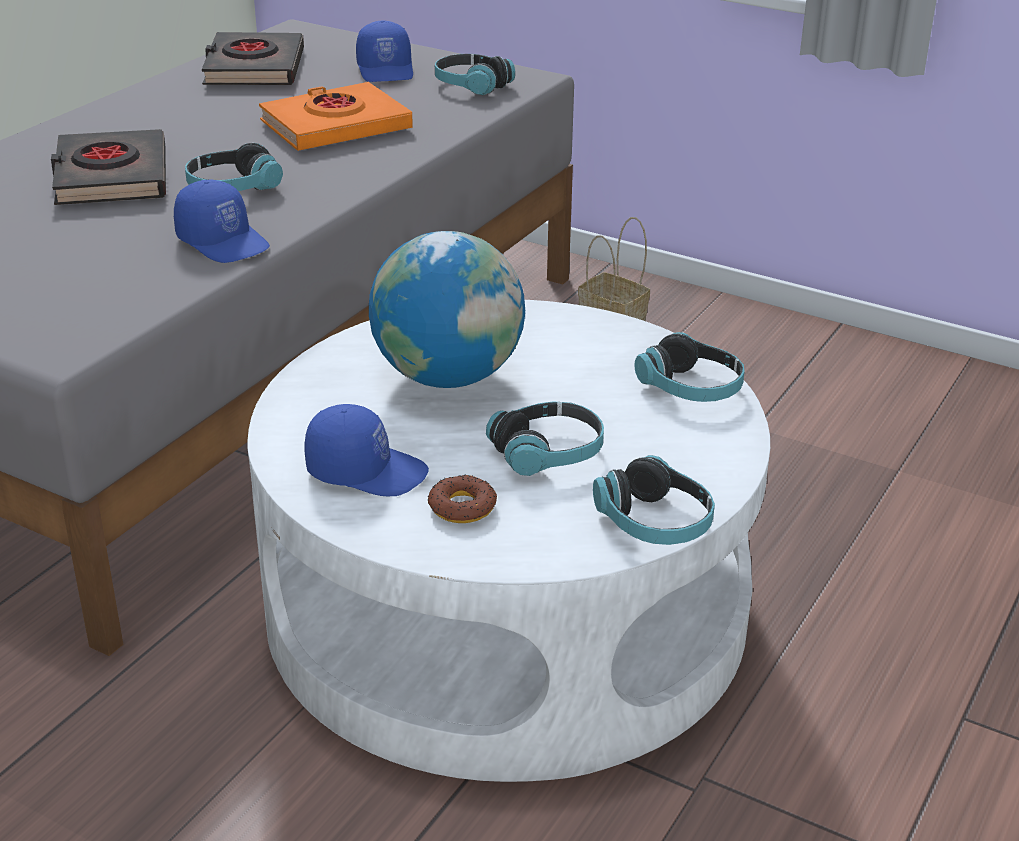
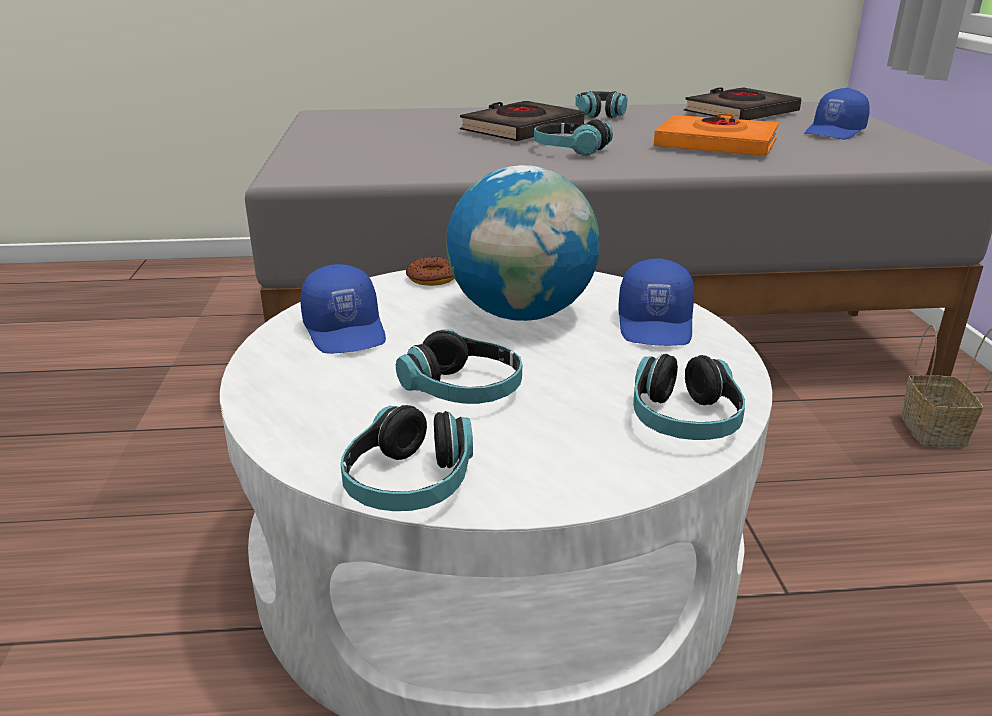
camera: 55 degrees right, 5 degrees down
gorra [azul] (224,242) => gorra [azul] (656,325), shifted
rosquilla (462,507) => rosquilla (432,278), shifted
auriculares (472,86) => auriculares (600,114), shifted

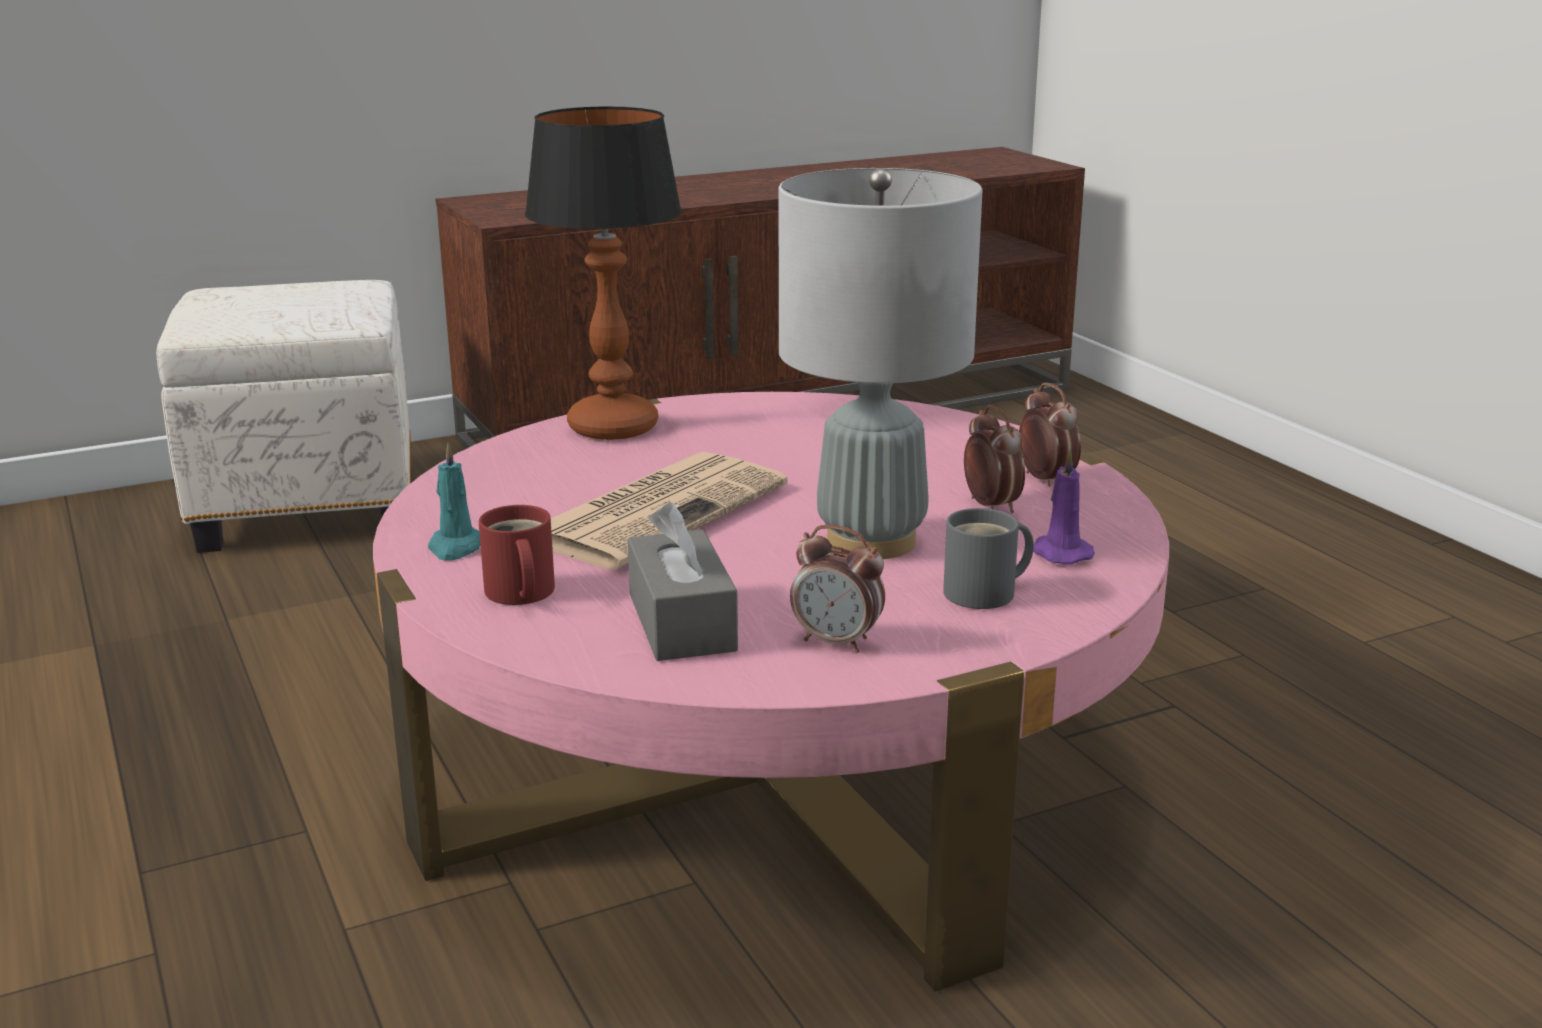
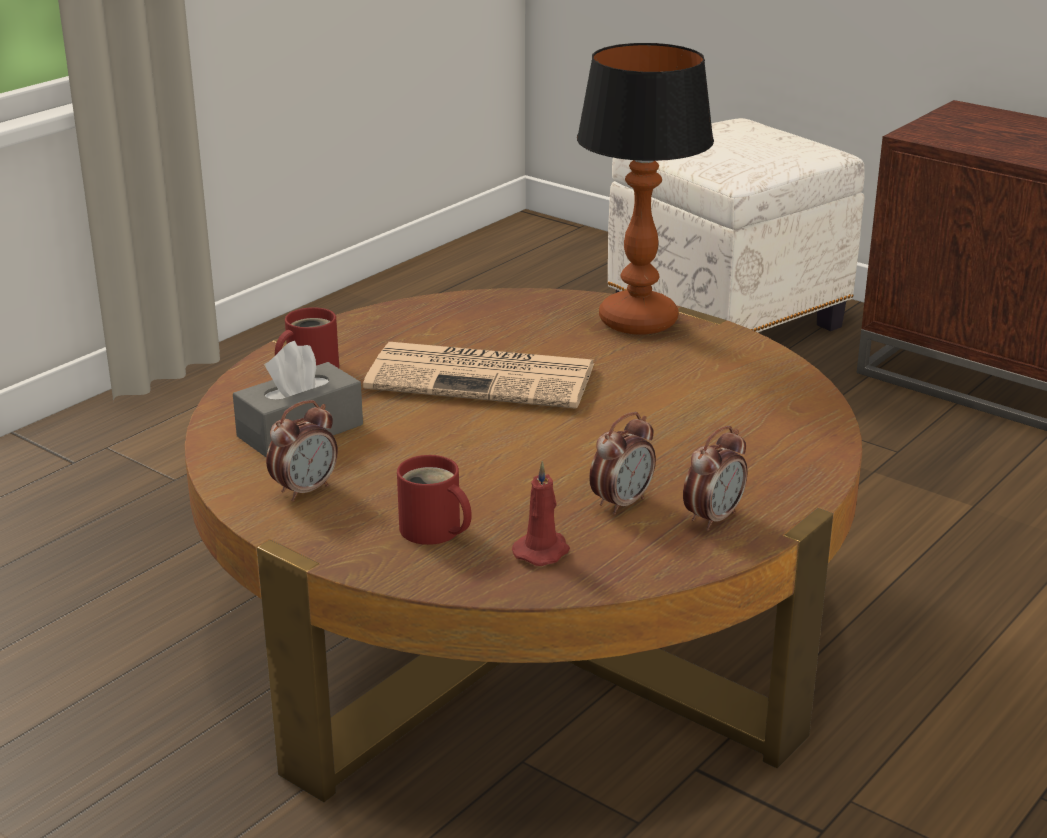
camera: 65 degrees right, 5 degrees up
mesa de centro [rosa] (771,766) => mesa de centro [marrón] (523,626)
vela [turquesa] (456,547) => nothing
lámpara de mesa [gris] (870,541) => nothing
despertador (837,642) => despertador (305,490), 135 degrees counterclockwise
taza grande [gris] (986,593) => taza grande [rojo] (433,532)
vela [morado] (1059,553) => vela [rojo] (543,551)

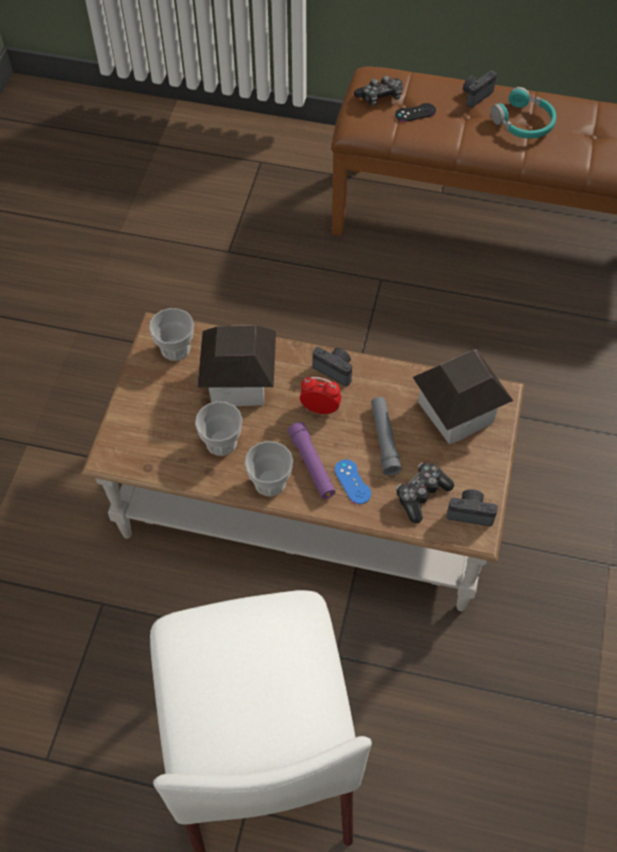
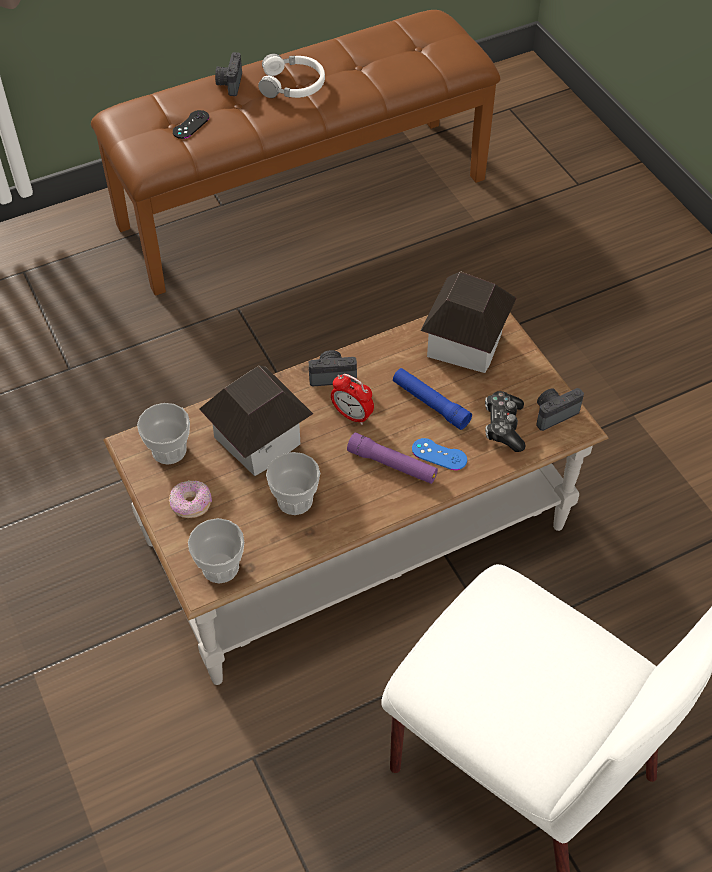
camera: 40 degrees left, 5 degrees down
taza (270,482) => taza (220,567), shifted
despertador (320,409) => despertador (352,415), 120 degrees counterclockwise
mando de consola (380,97) => nothing
linterna [gris] (384,439) => linterna [azul] (430,403)
auriculares [turquesa] (523,123) => auriculares [blanco] (292,85)
nothing => rosquilla (191,505)

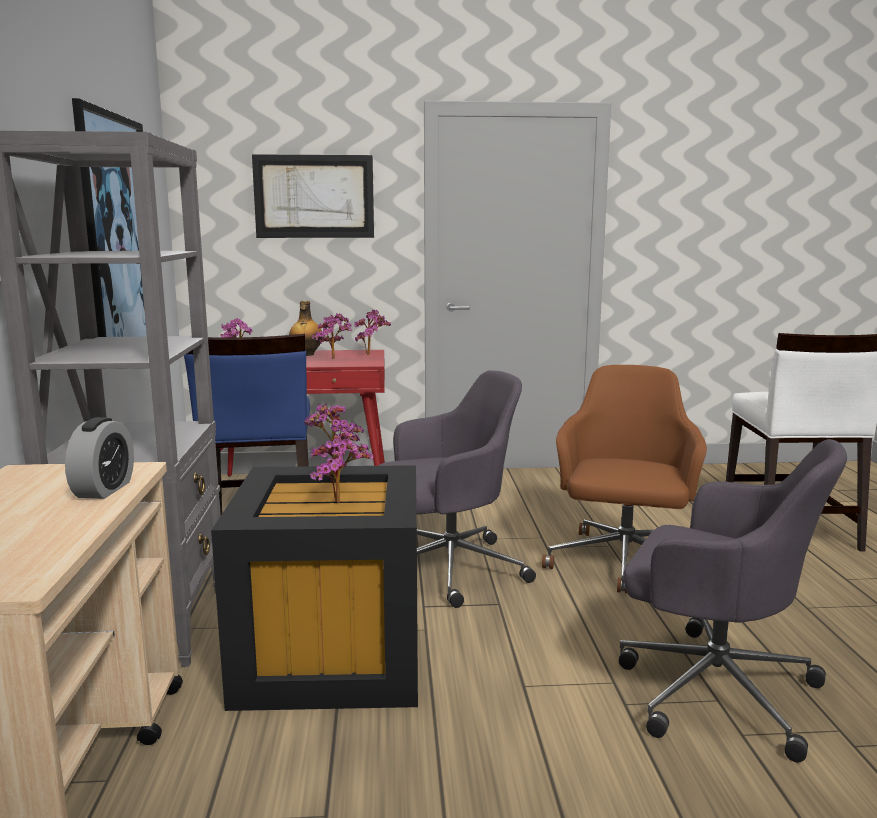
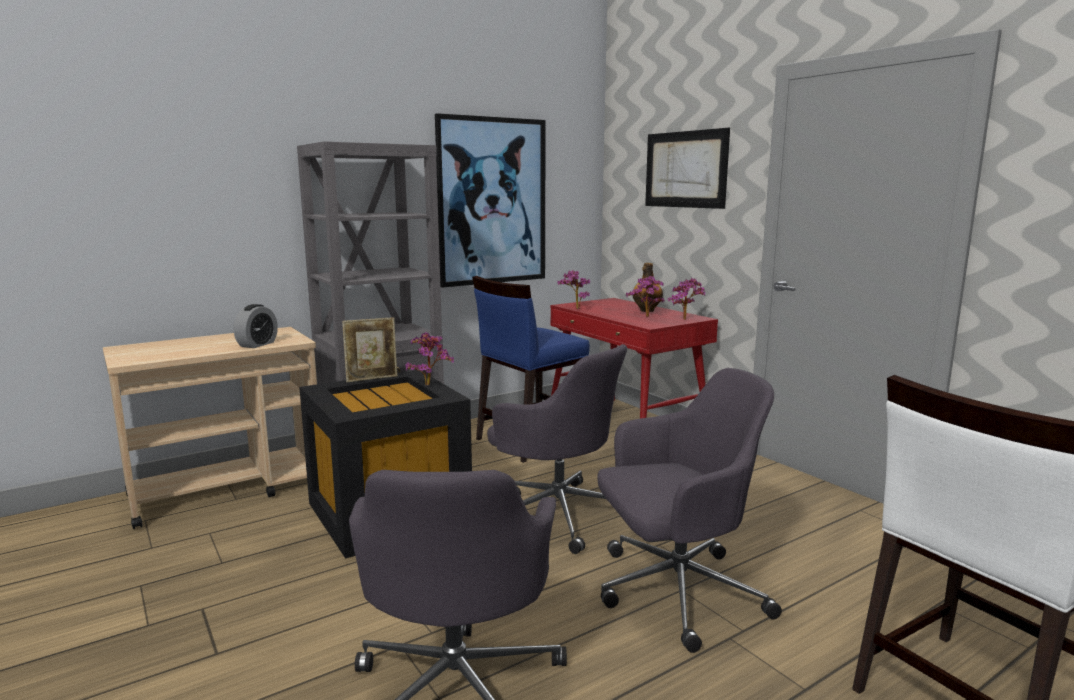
camera: 60 degrees right, 0 degrees up
despertador (104,489) => despertador (257,344), 45 degrees counterclockwise
planta en maceta (341,503) => nothing
silla de oficina [marrón] (622,564) => silla de oficina [gris] (675,592)
nothing => portarretratos (372,378)

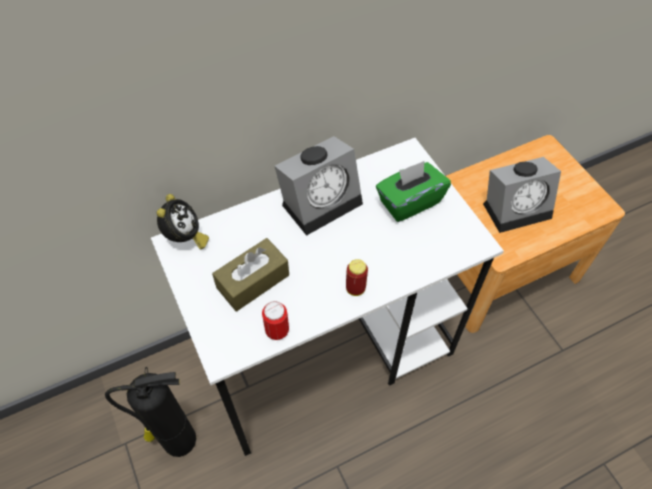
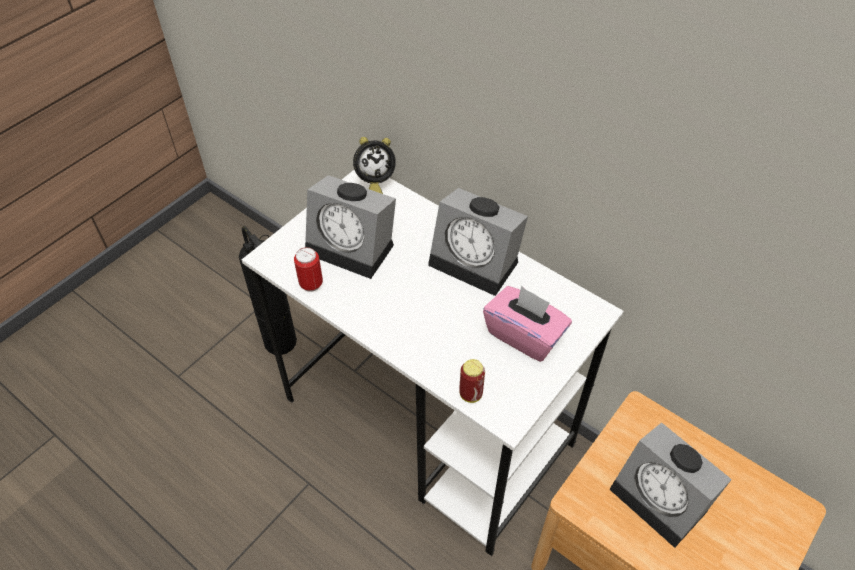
camera: 65 degrees right, 5 degrees down
caja de pañuelos [marrón] (253,281) => despertador (354,247)
lata (355,288) => lata (470,394), shifted
caja de pañuelos [verde] (409,202) => caja de pañuelos [rosa] (524,335)

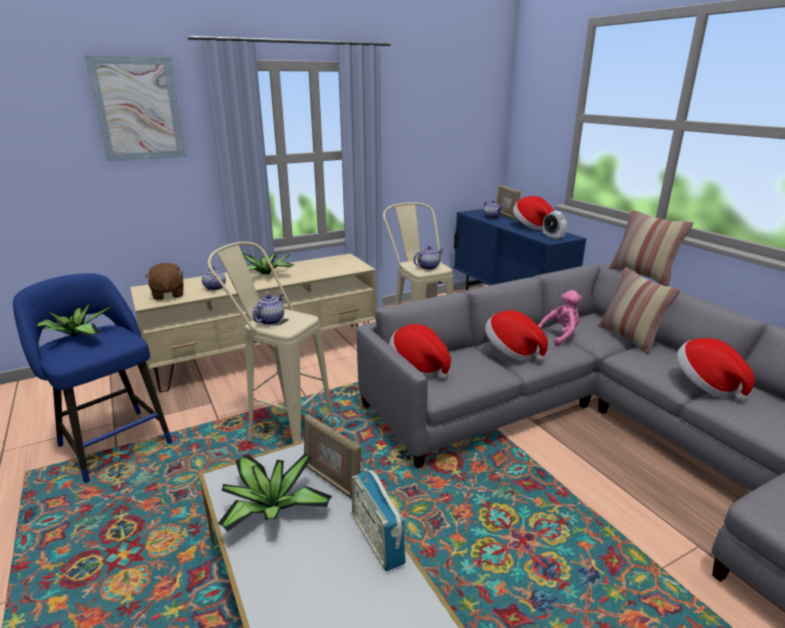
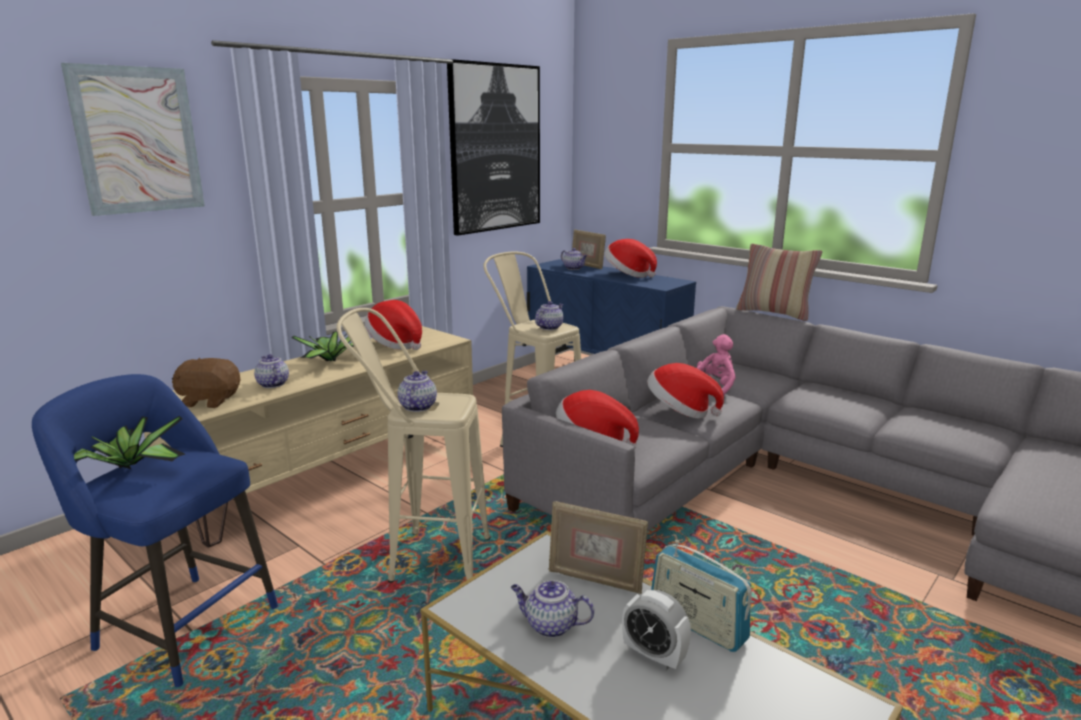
camera: 20 degrees left, 5 degrees down
peluche [marrón] (168,294) => peluche [marrón] (209,401), 135 degrees clockwise
planta en maceta (270,509) => tetera (550,625)
despertador (553,237) => despertador (654,656), shifted
cojín (629,338) => nothing
sombrero (706,384) => sombrero (396,344), shifted
nothing => cuadro (495,148)

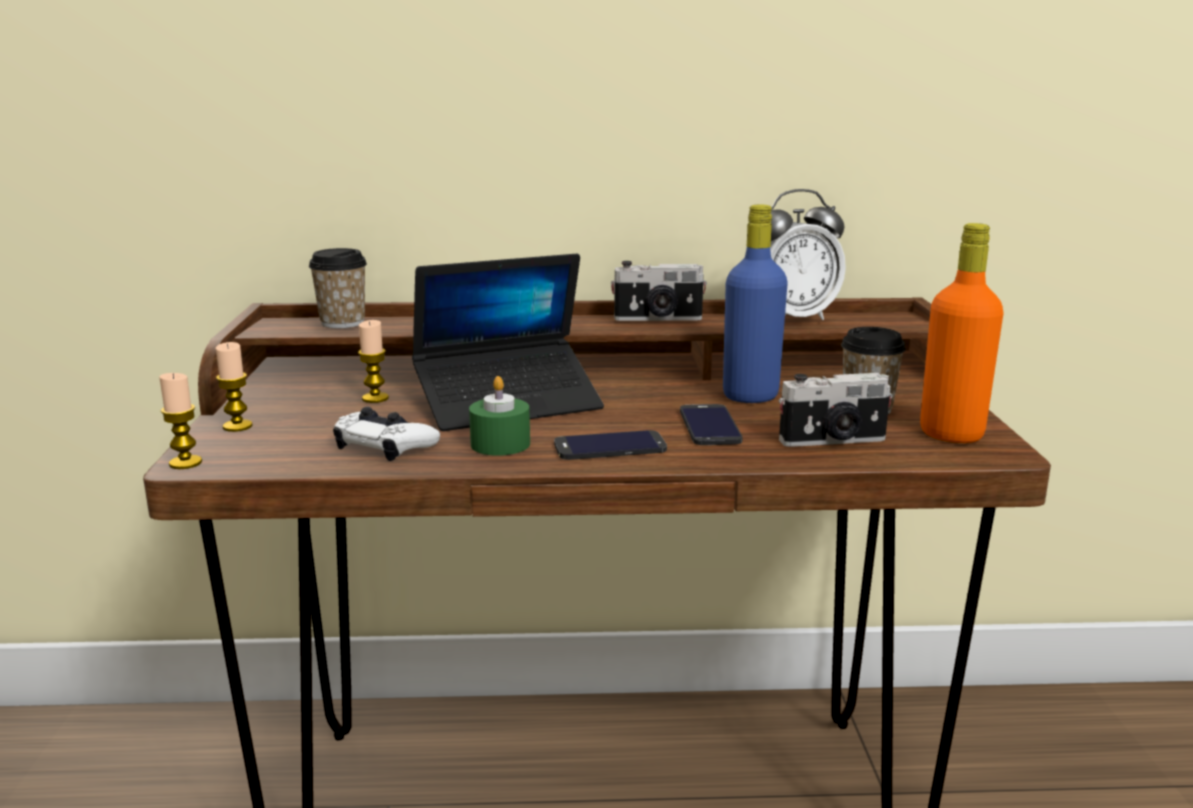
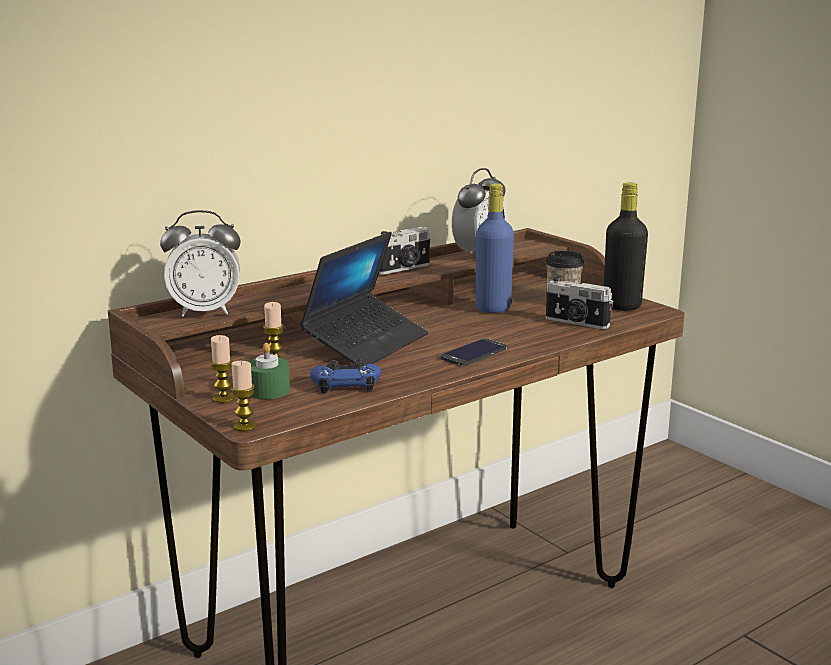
camera: 35 degrees left, 0 degrees up
taza (342,323) => despertador (205,311)
mando de consola [blanco] (385,445) => mando de consola [azul] (346,384)
vela [verde] (500,444) => vela [verde] (268,391), shifted
móvil (710,426) => nothing
cámara (833,441) => cámara (576,323), 75 degrees clockwise
botella [naranja] (951,434) => botella [negro] (621,306)

